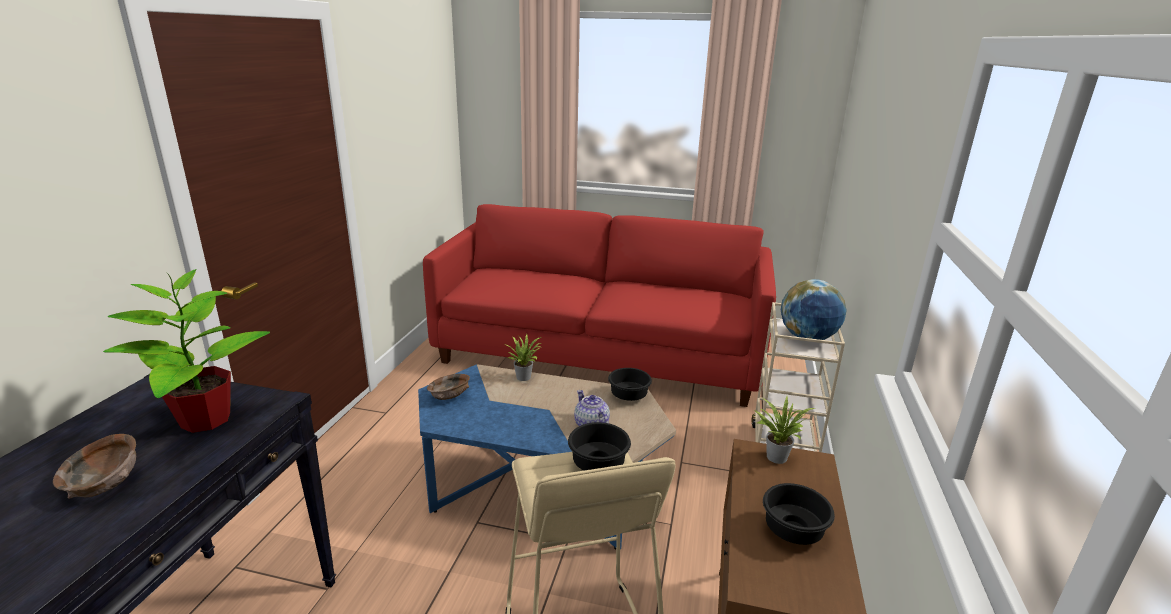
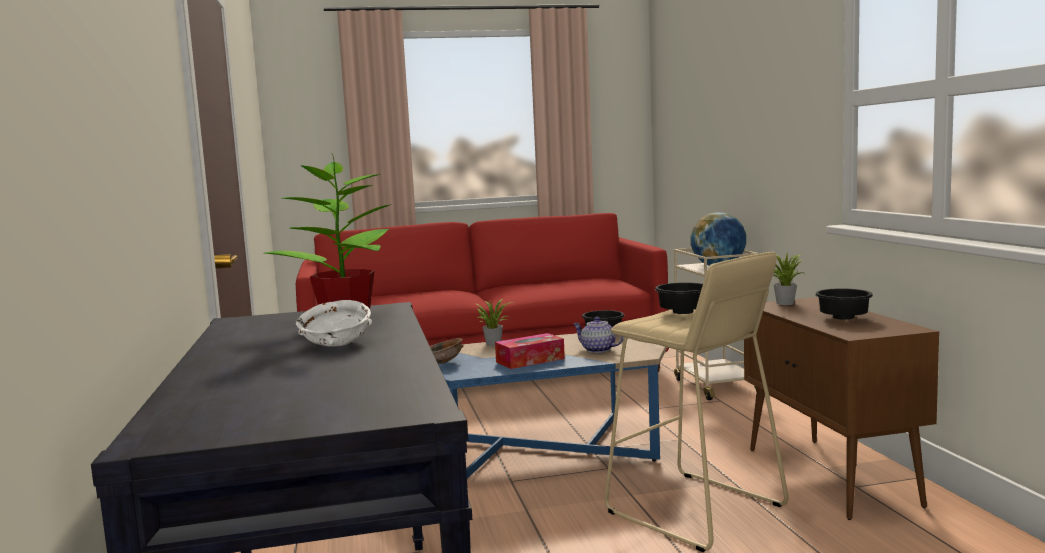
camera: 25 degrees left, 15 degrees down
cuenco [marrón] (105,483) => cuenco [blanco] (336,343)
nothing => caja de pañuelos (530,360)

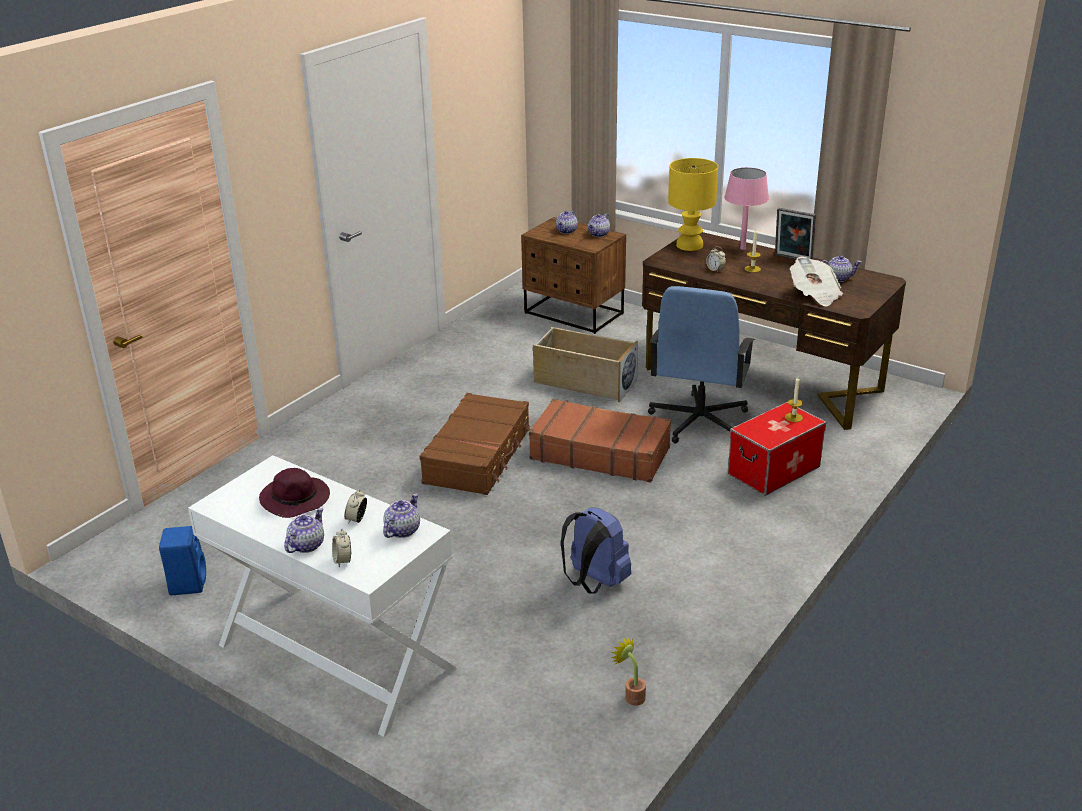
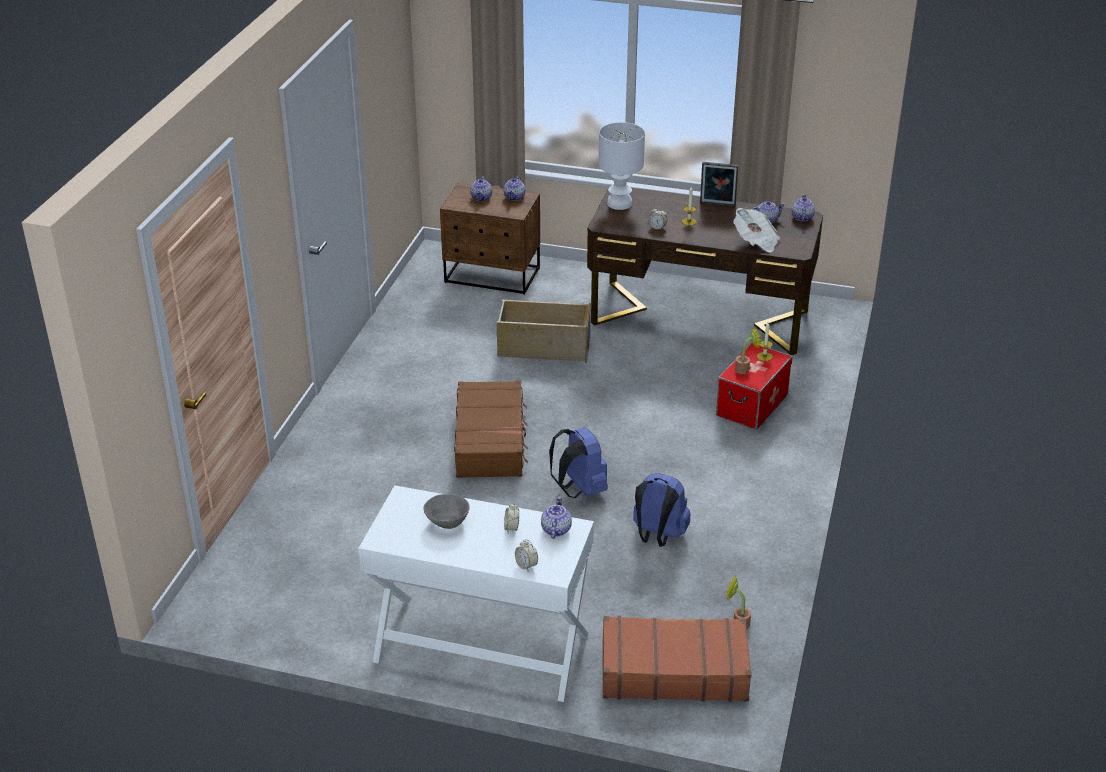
camera: 20 degrees left, 5 degrees up
altavoz [azul] (187,583) => nothing
sombrero [morado] (296,500) => cuenco [gris] (447,521)
tetera (306,545) => tetera (801,217), shifted
maleta [marrón] (600,453) => maleta [marrón] (673,671), shifted
silla de oficina [azul] (698,421) => nothing
lámpara de mesa [amarillo] (690,245) => lámpara de mesa [blanco] (620,203)
lámpara de mesa [rosa] (742,248) => nothing
nothing => mochila [azul] (579,489)
nothing => planta en maceta (745,369)

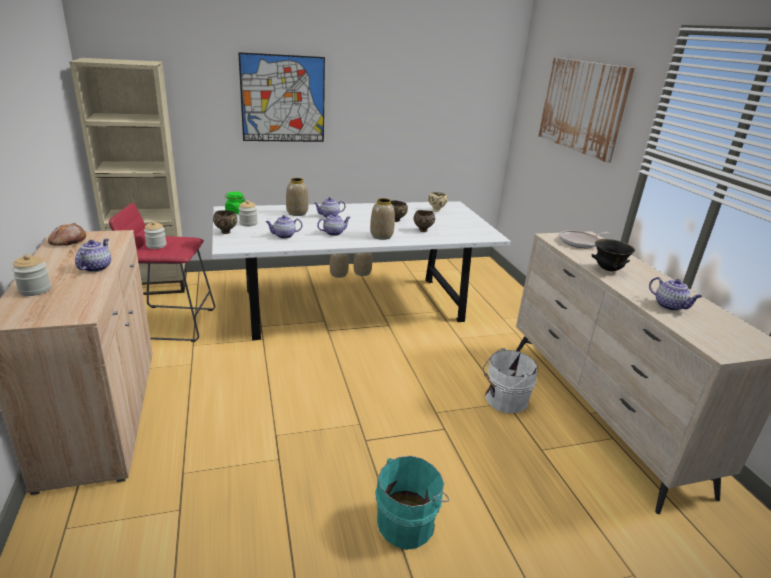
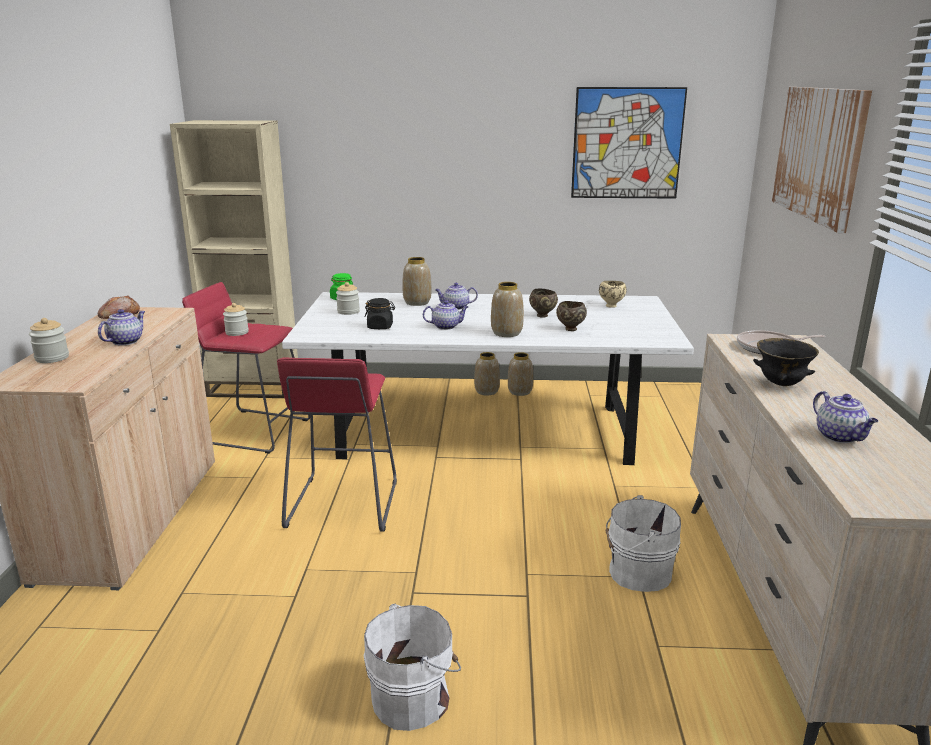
camera: 20 degrees right, 5 degrees down
cuenco [marrón] (226,232) => nothing
cuadro (283,99) => cuadro (627,143), shifted
tetera (283,236) => tarro [negro] (380,327)
cubo [turquesa] (408,522) => cubo [blanco] (414,698)
nothing => taburete [rojo] (343,504)

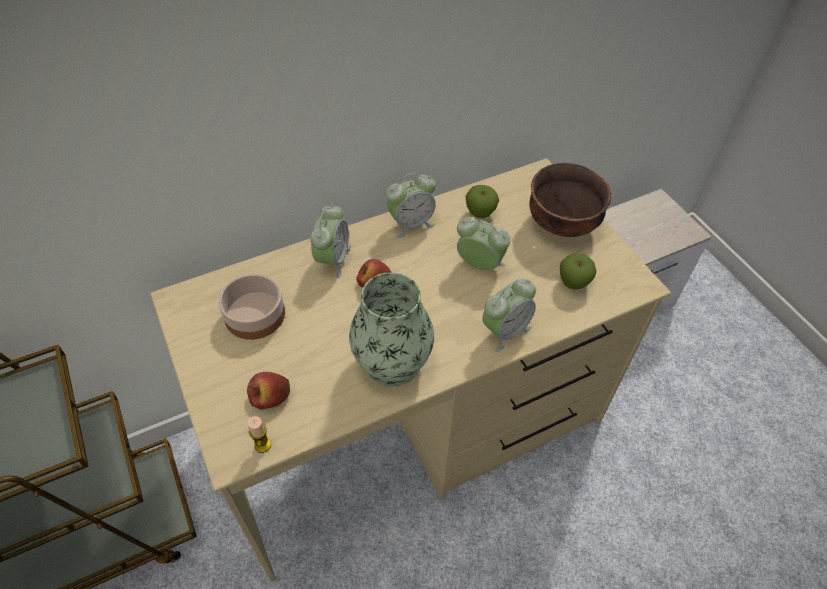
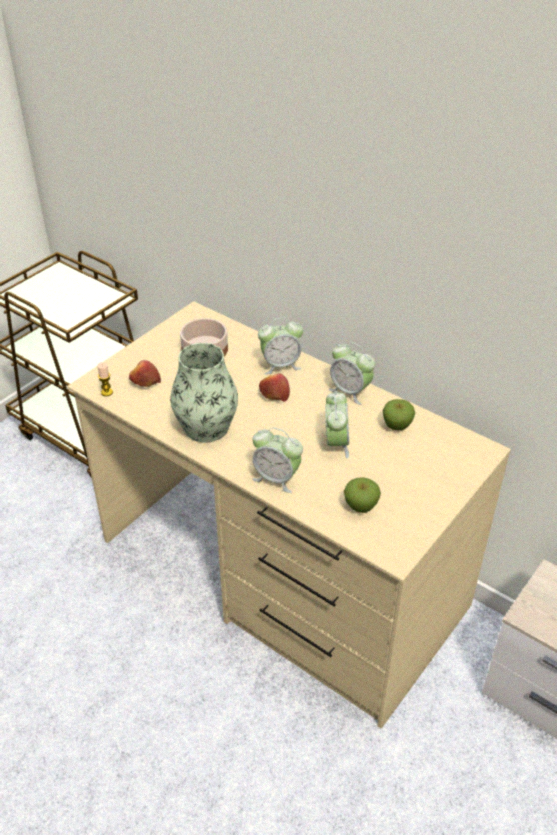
camera: 65 degrees right, 10 degrees down
cuenco [marrón] (563,224) => nothing

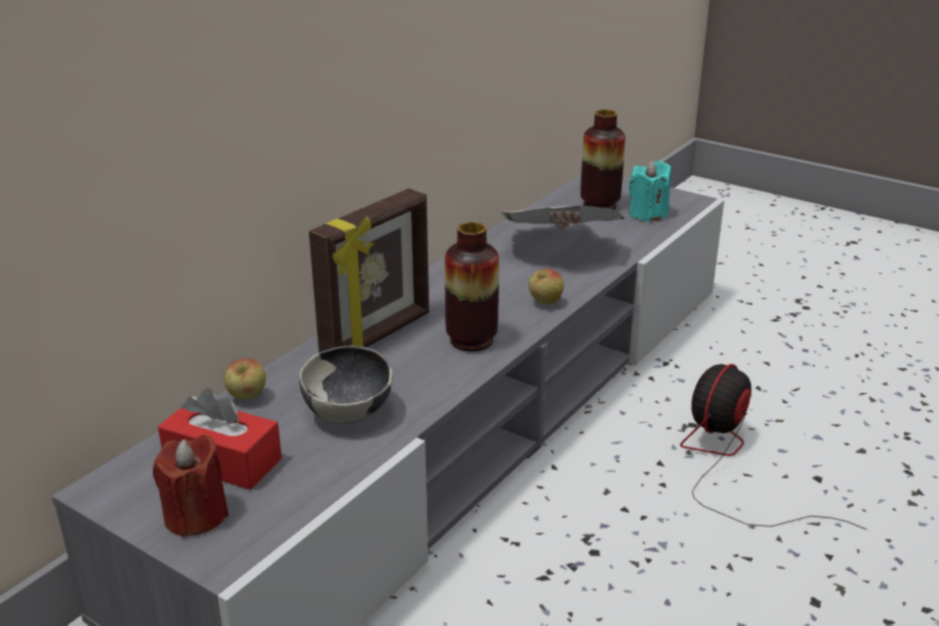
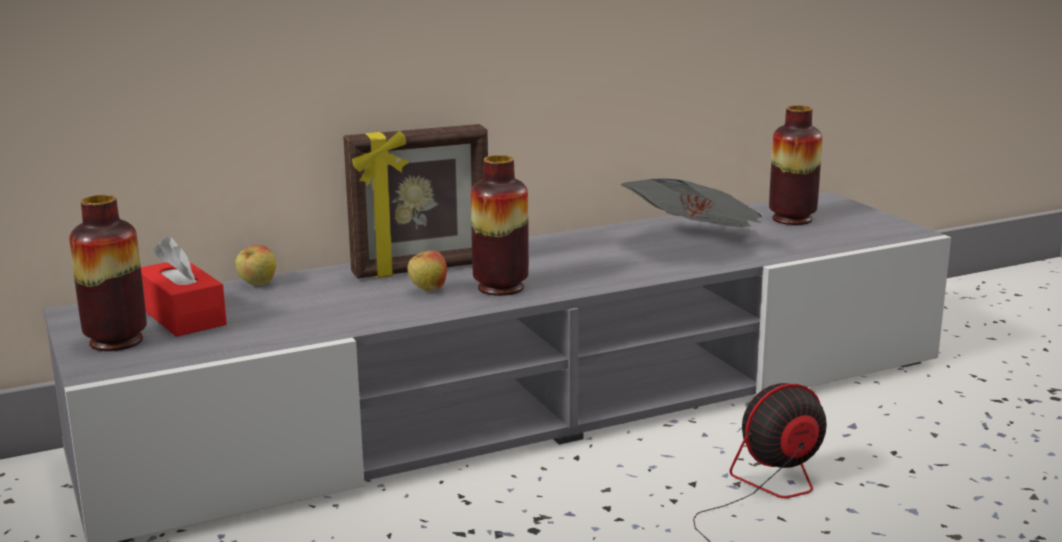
camera: 30 degrees right, 10 degrees down
vela [rojo] (196,516) => florero (116,341)
cuenco (349,413) => nothing
manzana (545,303) => manzana (428,290), shifted
vela [turquesa] (648,214) => nothing

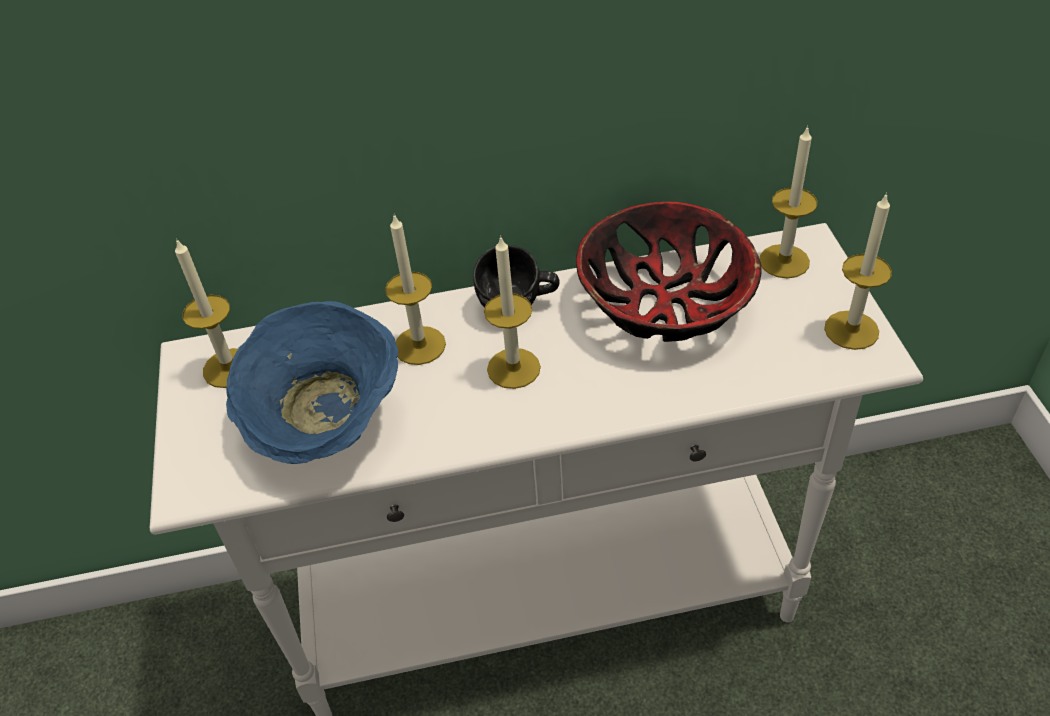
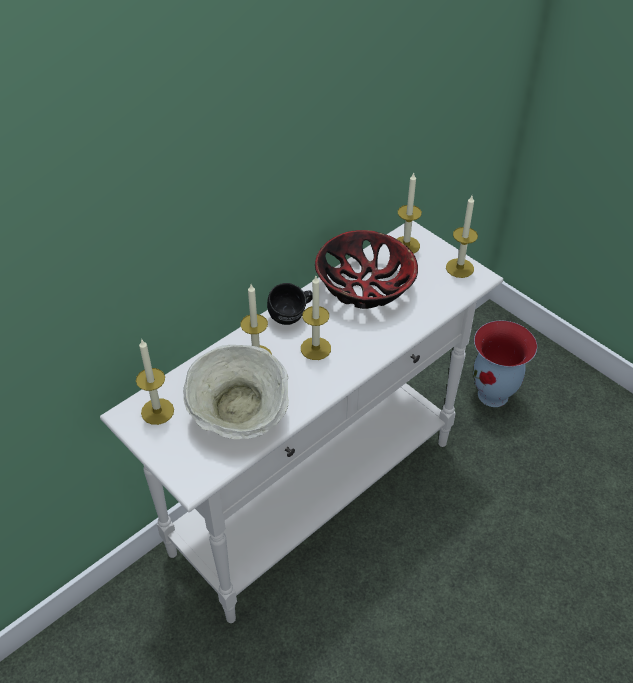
camera: 35 degrees left, 0 degrees up
cuenco [azul] (325,424) => cuenco [beis] (240,416)
nothing => florero (494,395)

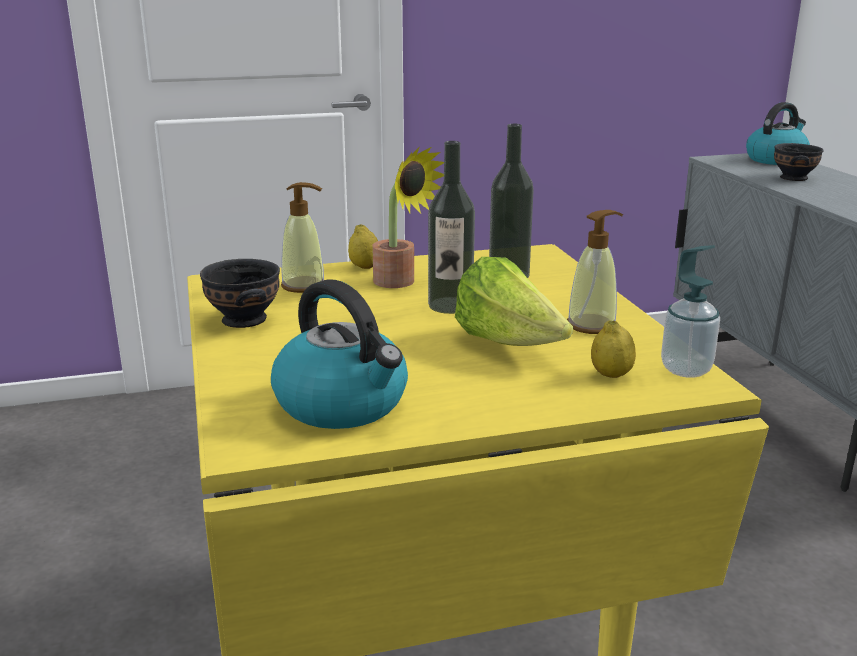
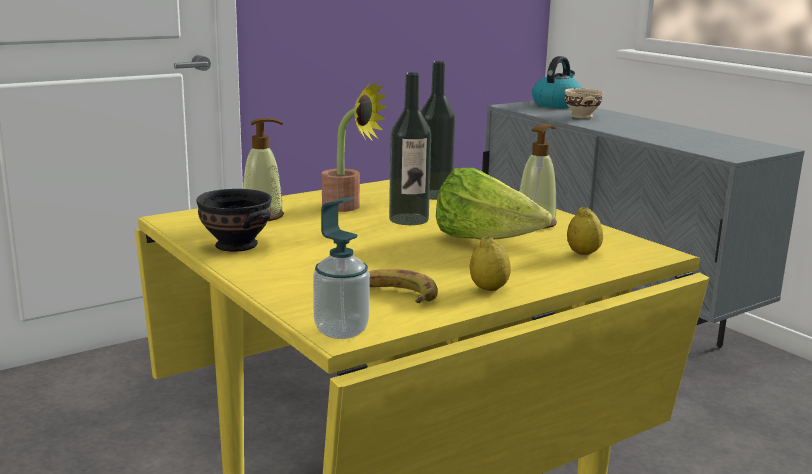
camera: 20 degrees left, 5 degrees down
hervidor (343,404) => plátano (395,294)
limón (364,267) => limón (489,289), shifted
dispensador de jabón (686,369) => dispensador de jabón (341,331), shifted
cuenco [negro] (793,178) => cuenco [beis] (581,116)

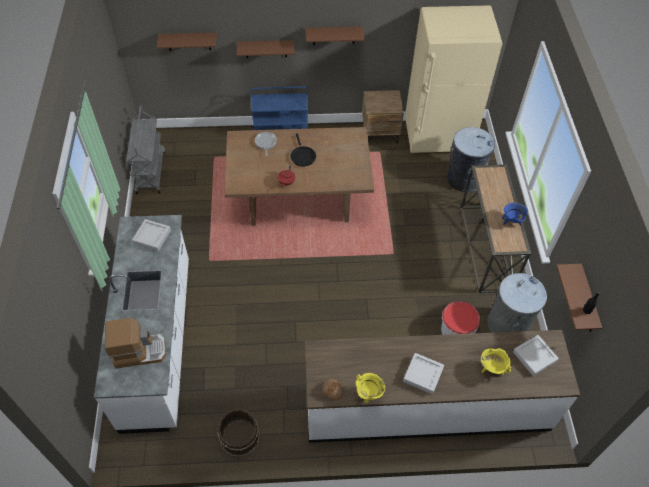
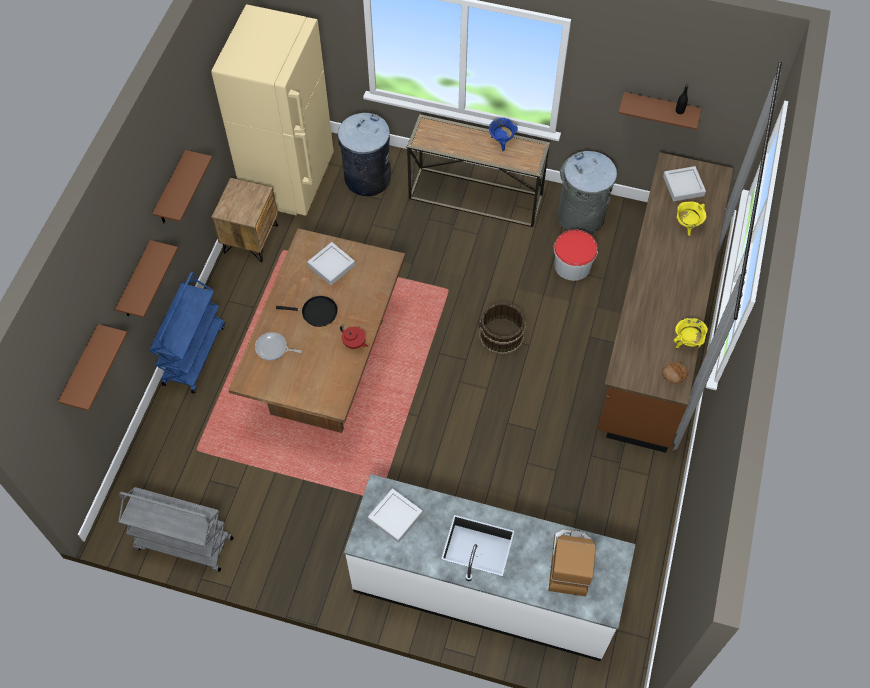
camera: 70 degrees left, 5 degrees up
cubo [marrón] (239,437) => cubo [marrón] (501,336), shifted
mueble bajo de cocina [blanco] (426,406) => mueble bajo de cocina [marrón] (654,326)
bandeja [gris] (423,375) => bandeja [gris] (331,266), shifted

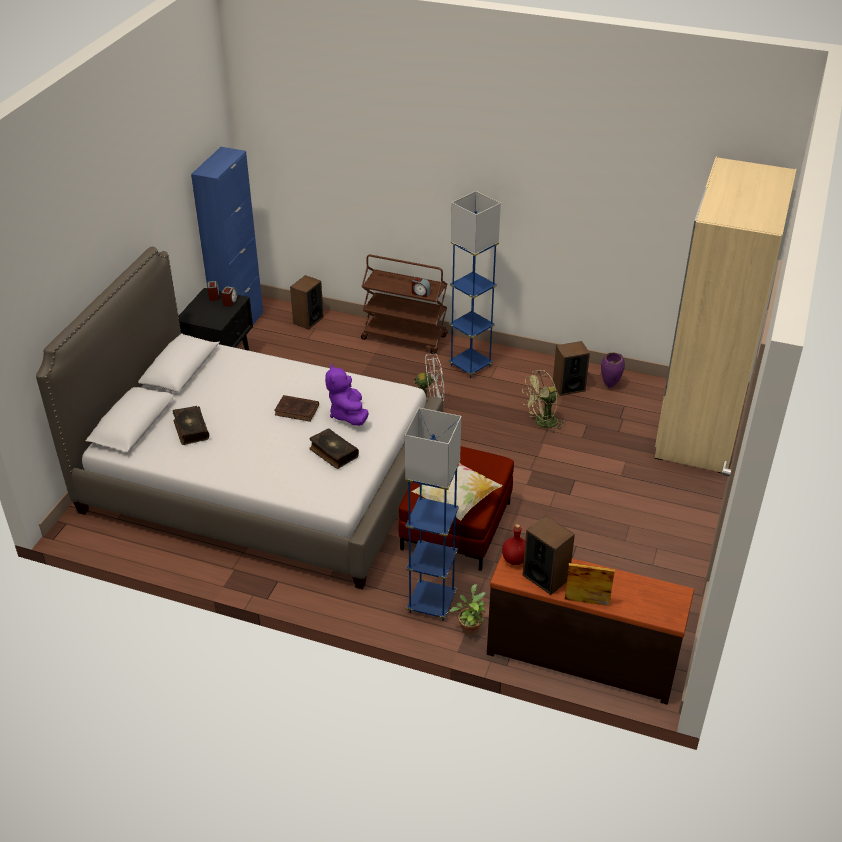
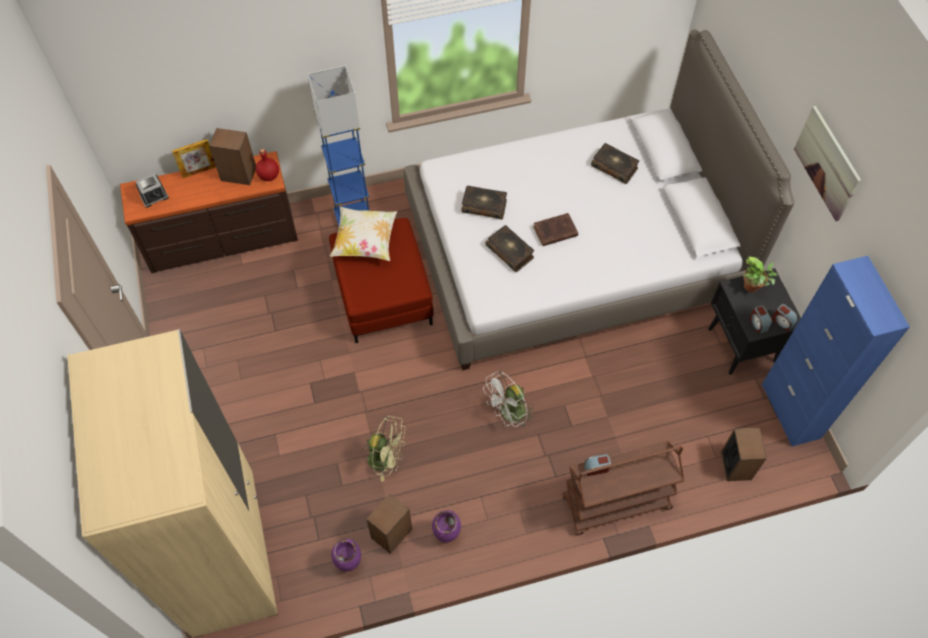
camera: 145 degrees right, 20 degrees up
peluche [morado] (348,414) => libro (510,252)
lámpara de pie [azul] (470,366) => nothing
planta en maceta (469,628) => planta en maceta (753,287), shifted
ventilador [verde] (542,423) => ventilador [verde] (386,459), 75 degrees clockwise
nothing => despertador (154,197)
nothing => florero [morado] (447,536)
nothing => cuadro (827,163)

